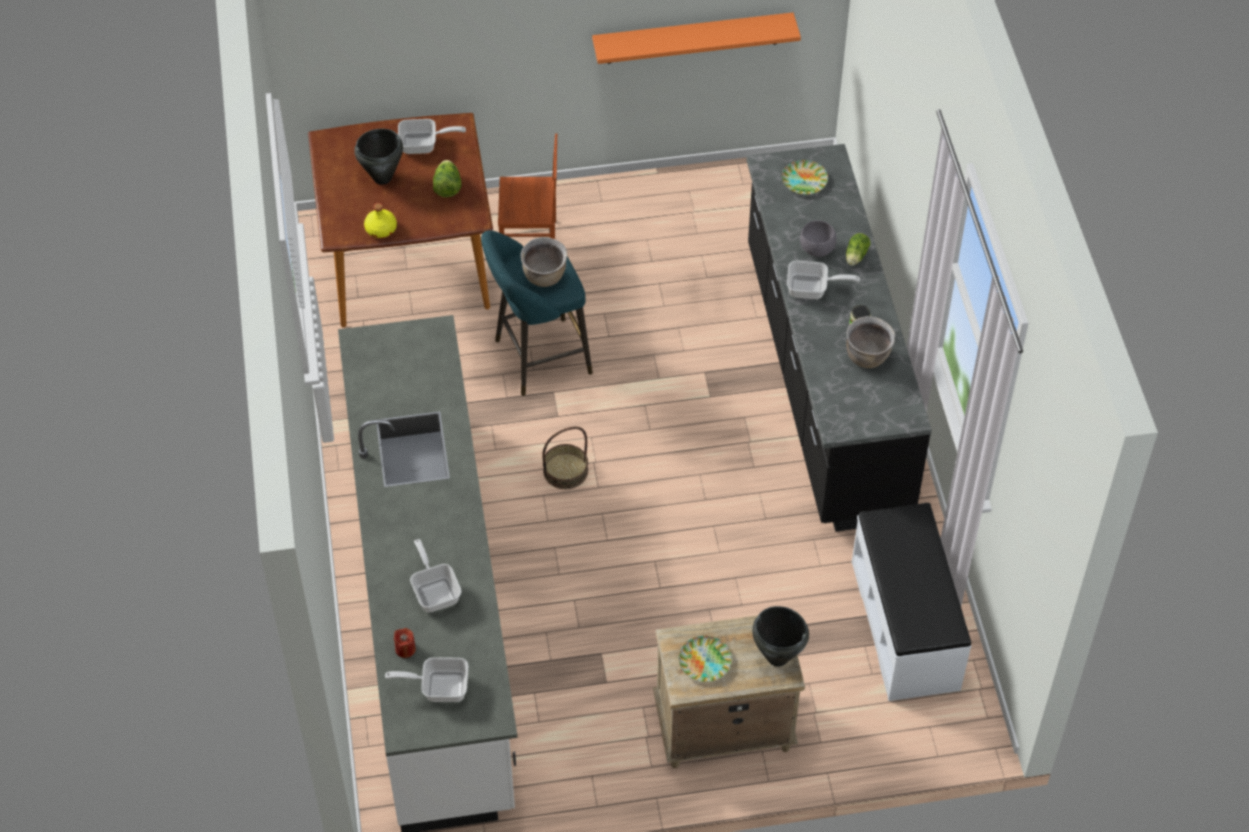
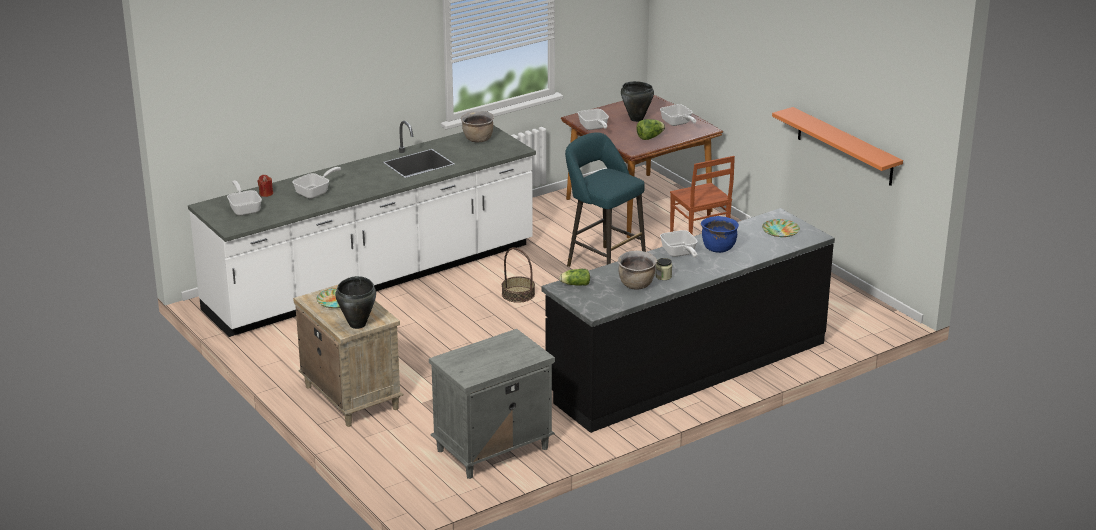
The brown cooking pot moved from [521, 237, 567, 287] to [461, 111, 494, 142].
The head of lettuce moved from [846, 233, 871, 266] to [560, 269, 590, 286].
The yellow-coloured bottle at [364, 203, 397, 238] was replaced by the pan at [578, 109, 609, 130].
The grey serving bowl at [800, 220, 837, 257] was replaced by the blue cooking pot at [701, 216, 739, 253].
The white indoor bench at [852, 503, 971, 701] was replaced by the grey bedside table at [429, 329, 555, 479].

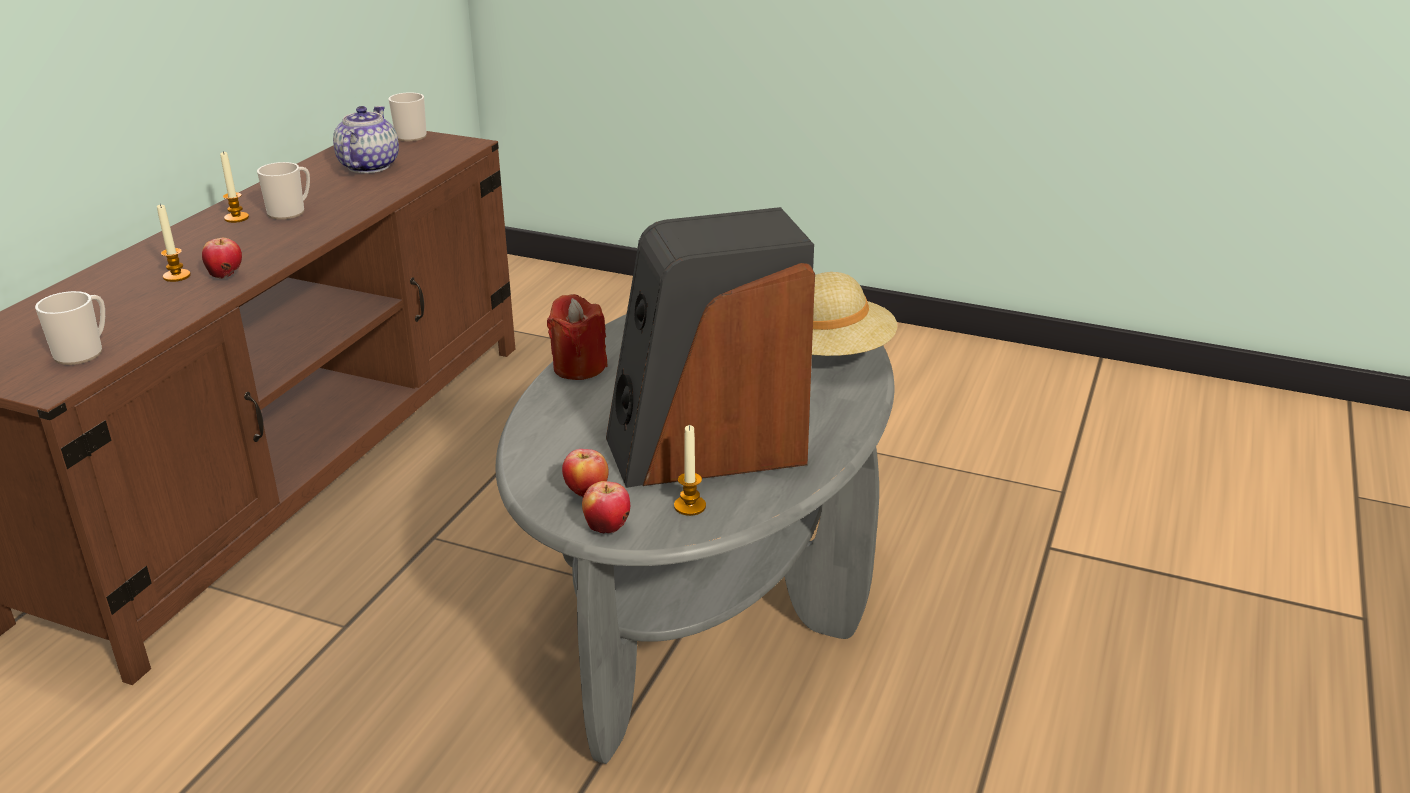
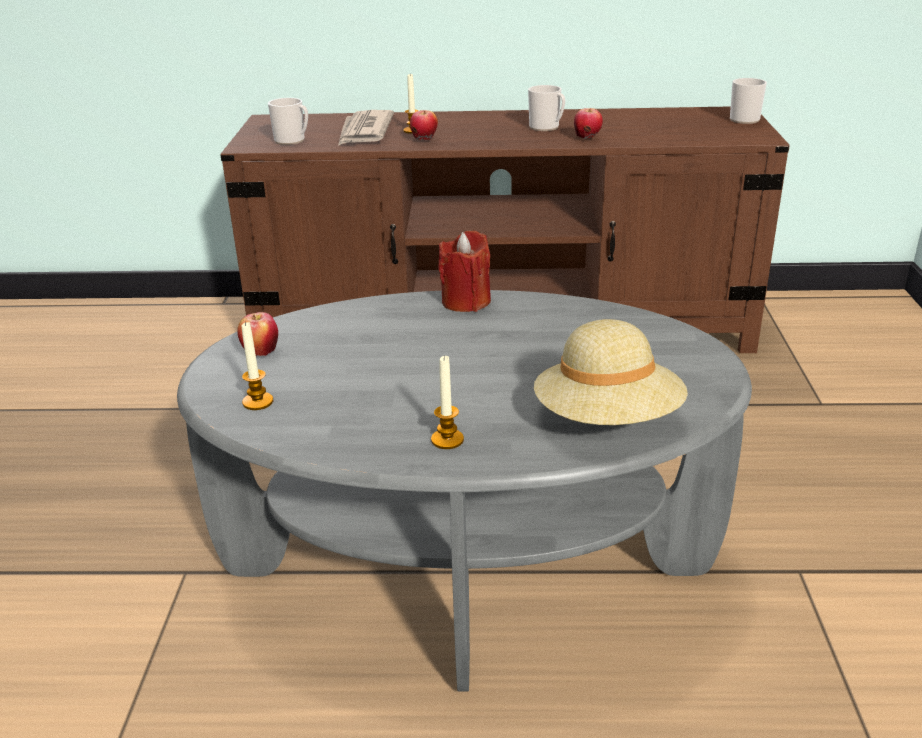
The tea pot at [333, 106, 399, 173] disappeared.
The audio speaker at [606, 207, 815, 488] disappeared.
The daily paper at [338, 110, 394, 146] appeared.
The wax candle moved from [220, 151, 249, 223] to [431, 355, 464, 449].
The whole apple moved from [582, 481, 630, 533] to [574, 108, 603, 139].

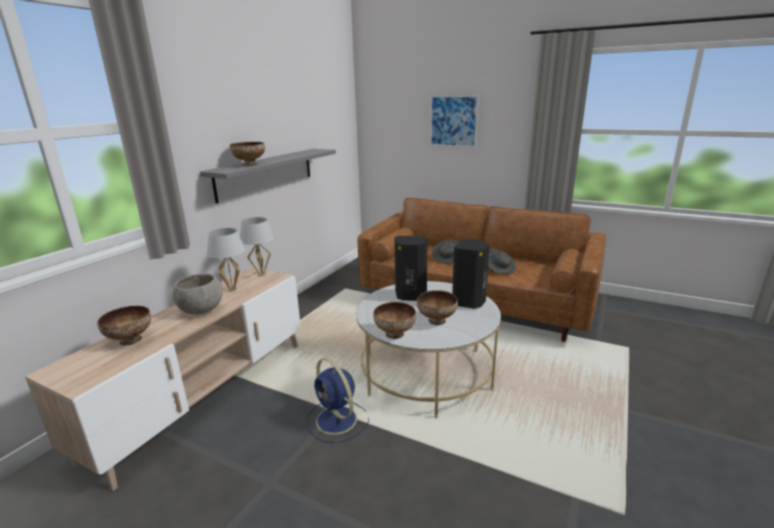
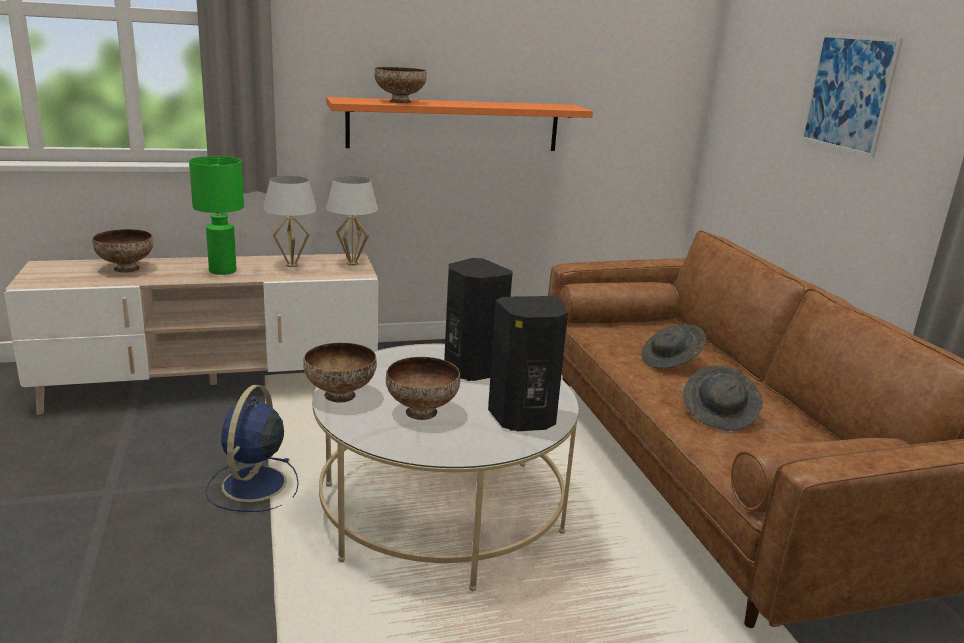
The grey serving bowl at [173, 274, 223, 315] was replaced by the green tabletop lamp at [189, 156, 244, 275].
The grey bracket shelf at [200, 149, 336, 203] became the orangey bracket shelf at [326, 97, 593, 151].

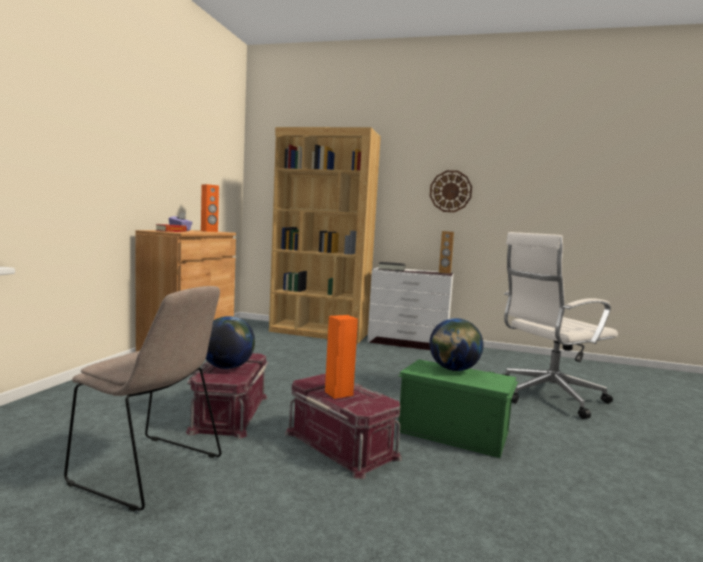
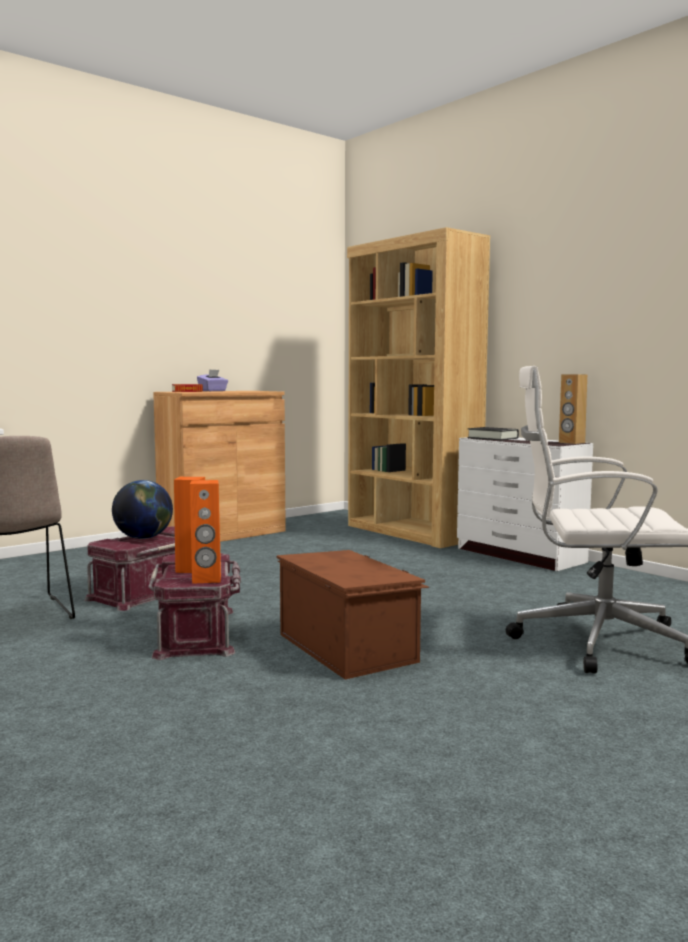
The world globe at [429, 318, 483, 371] disappeared.
The hanging clock at [430, 170, 472, 212] disappeared.
The orangey audio speaker moved from [201, 184, 219, 232] to [190, 480, 221, 584].
The green storage bin at [399, 359, 518, 458] became the brown storage bin at [277, 550, 429, 680].

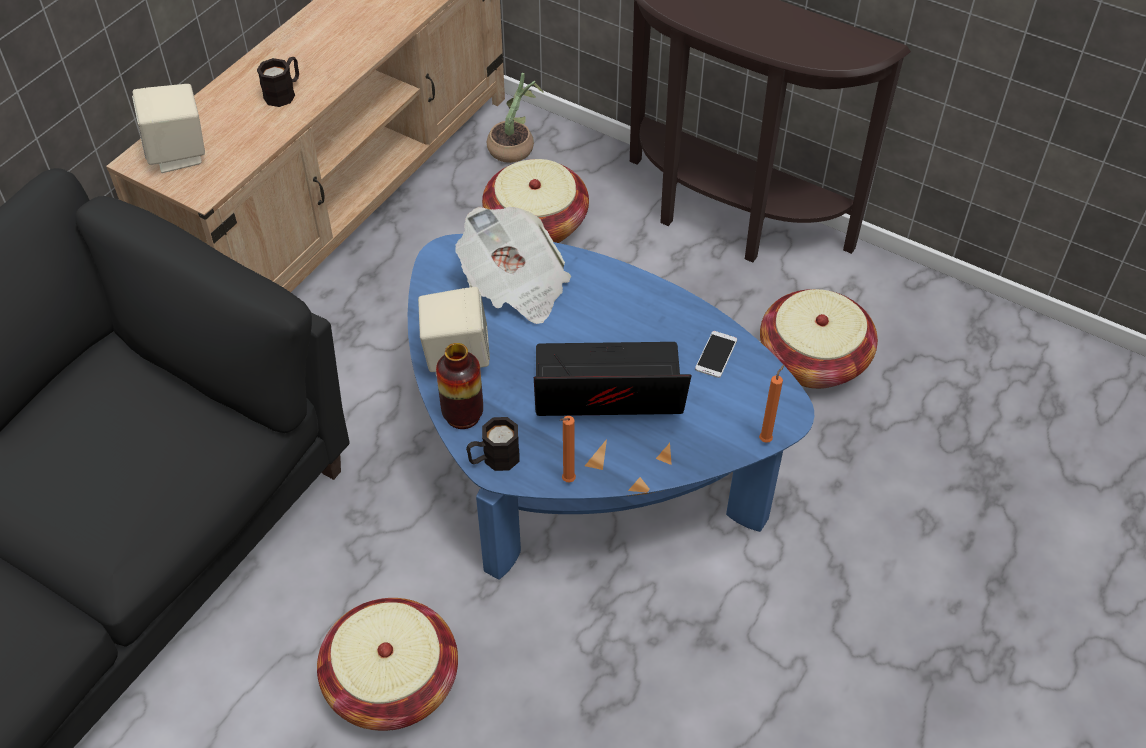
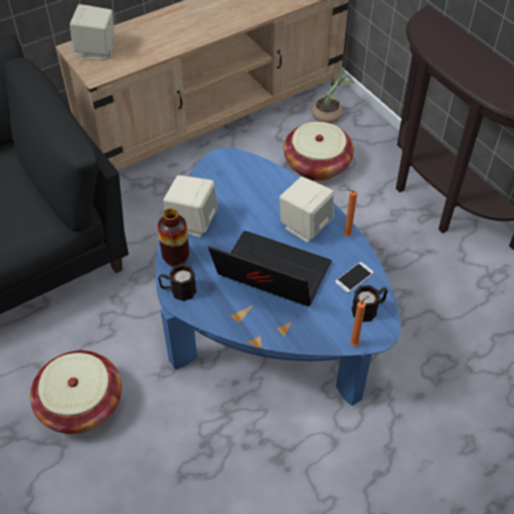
The daily paper at [455, 207, 571, 324] disappeared.
The basket at [760, 289, 878, 389] disappeared.
The sand-coloured audio speaker at [279, 177, 334, 242] appeared.
The black mug moved from [257, 57, 299, 107] to [352, 285, 388, 322].
The orangey wax candle moved from [560, 416, 576, 482] to [344, 189, 357, 236].

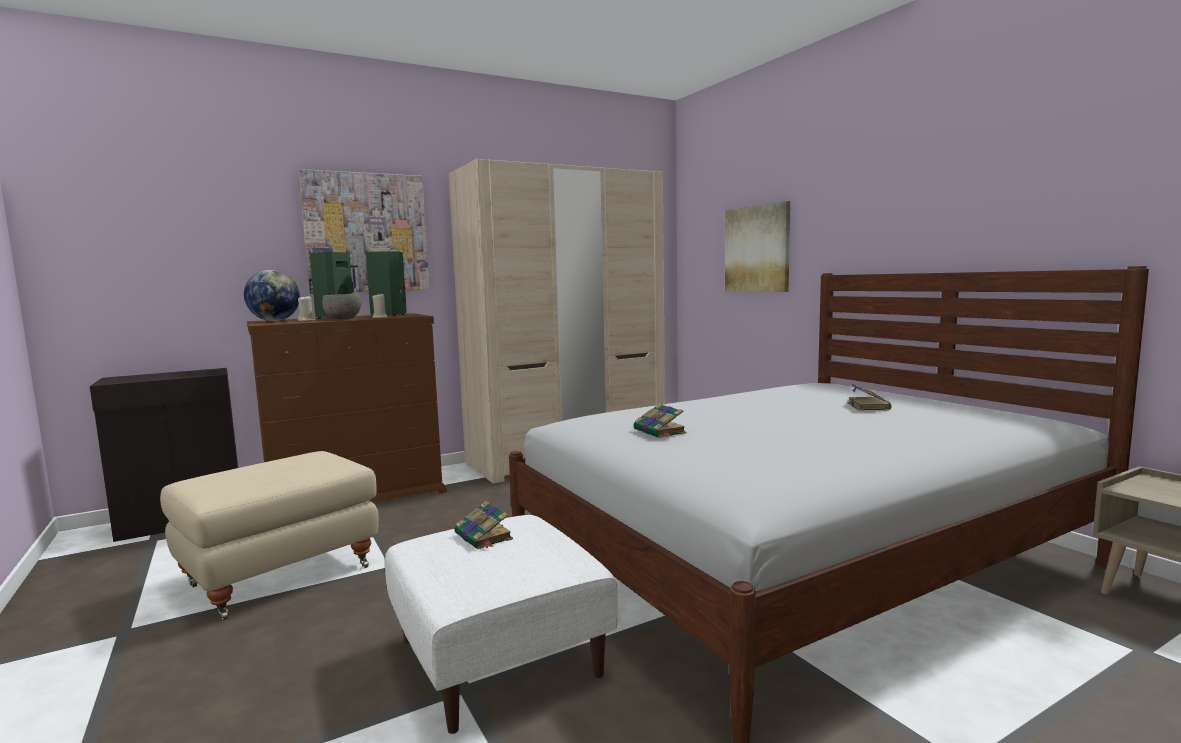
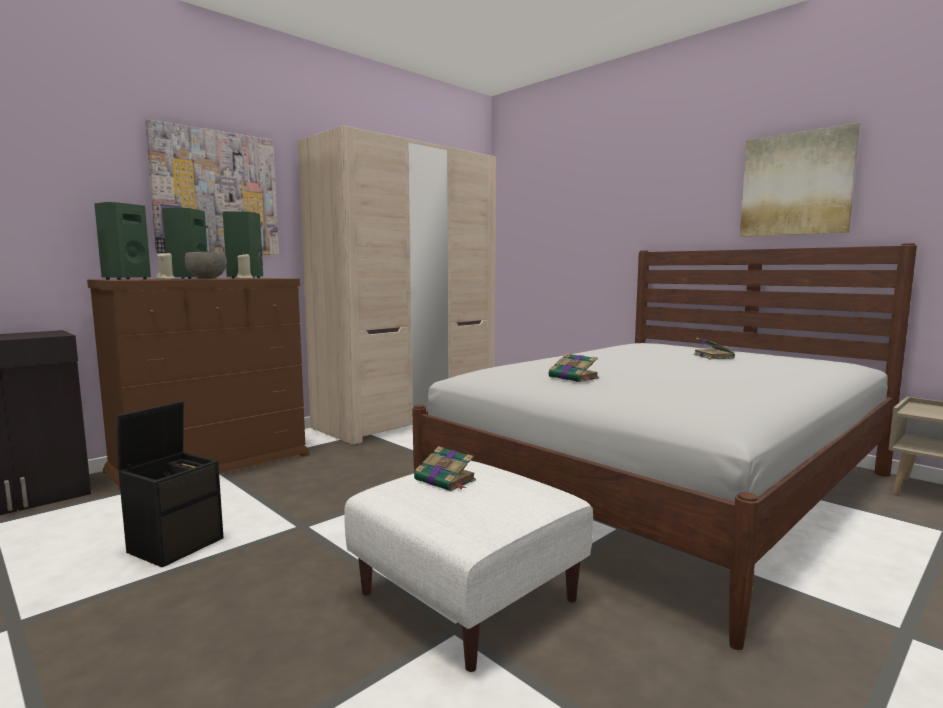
The wall art moved from [725, 201, 790, 292] to [740, 123, 860, 237].
The sand-coloured ottoman at [160, 451, 379, 620] was replaced by the black storage bin at [117, 401, 224, 567].
The world globe at [244, 270, 300, 321] was replaced by the green audio speaker at [94, 202, 151, 280].

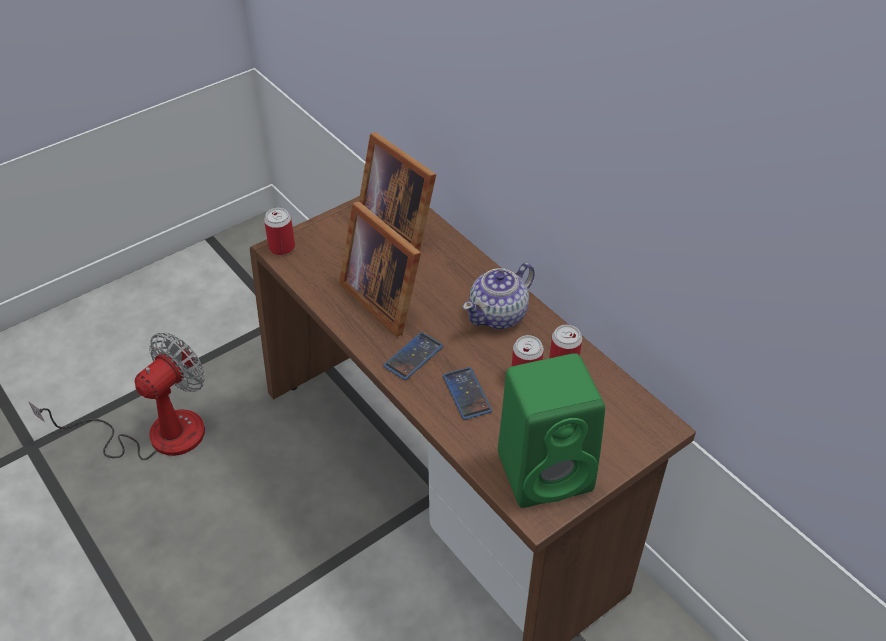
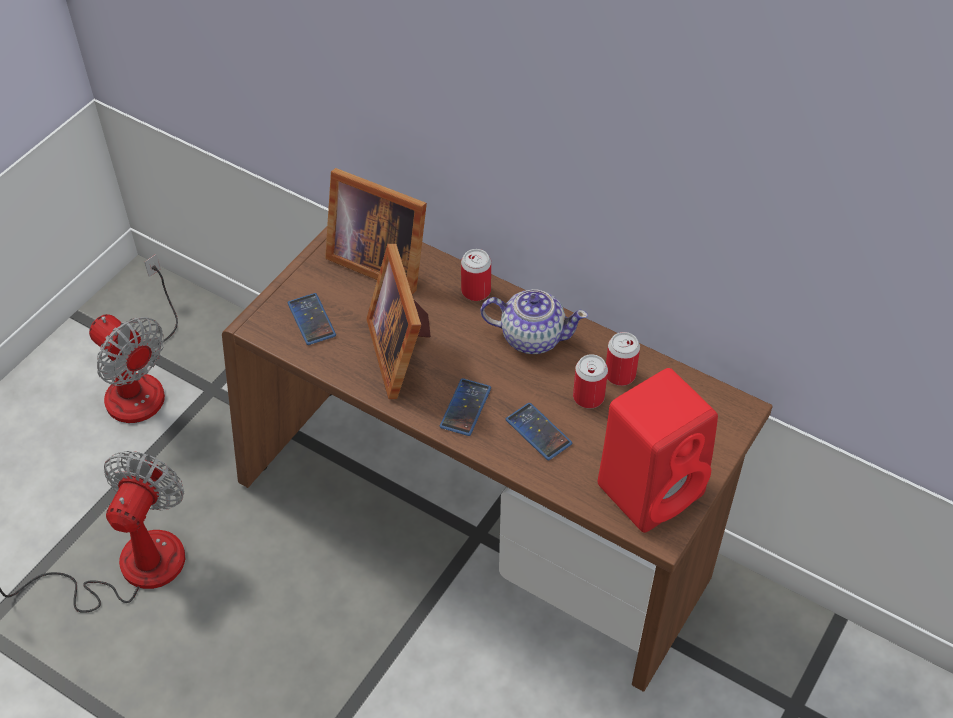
The fan at [89, 254, 178, 423] appeared.
The phone at [288, 293, 336, 345] appeared.
The sealed can moved from [264, 208, 295, 255] to [461, 249, 491, 301].
The green audio speaker at [498, 353, 605, 508] became the red audio speaker at [598, 368, 718, 533].
The standing frame at [339, 202, 421, 337] turned 45 degrees clockwise.
The tea pot at [463, 263, 535, 329] turned 105 degrees counterclockwise.

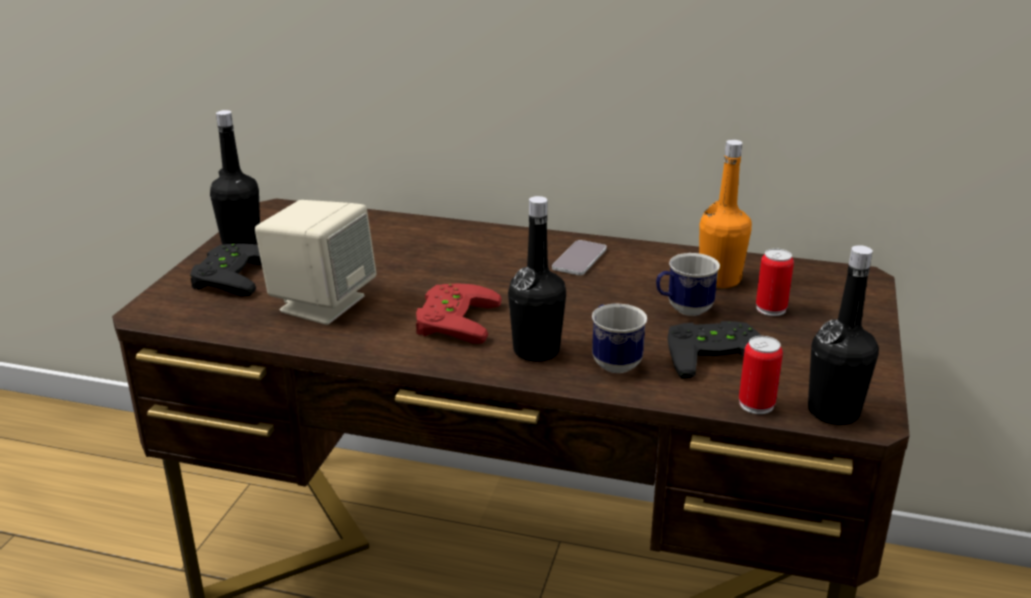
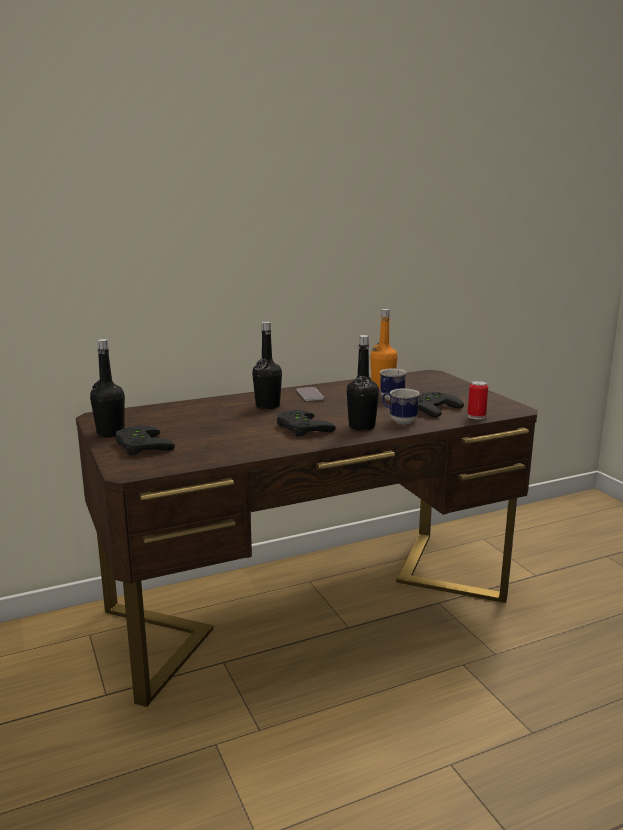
The sand-coloured audio speaker at [255, 200, 376, 325] disappeared.
The sealed can at [756, 248, 794, 316] disappeared.
The black bottle moved from [808, 245, 879, 425] to [252, 321, 282, 409].
The red gamepad at [416, 283, 502, 343] became the black gamepad at [277, 410, 336, 437].

